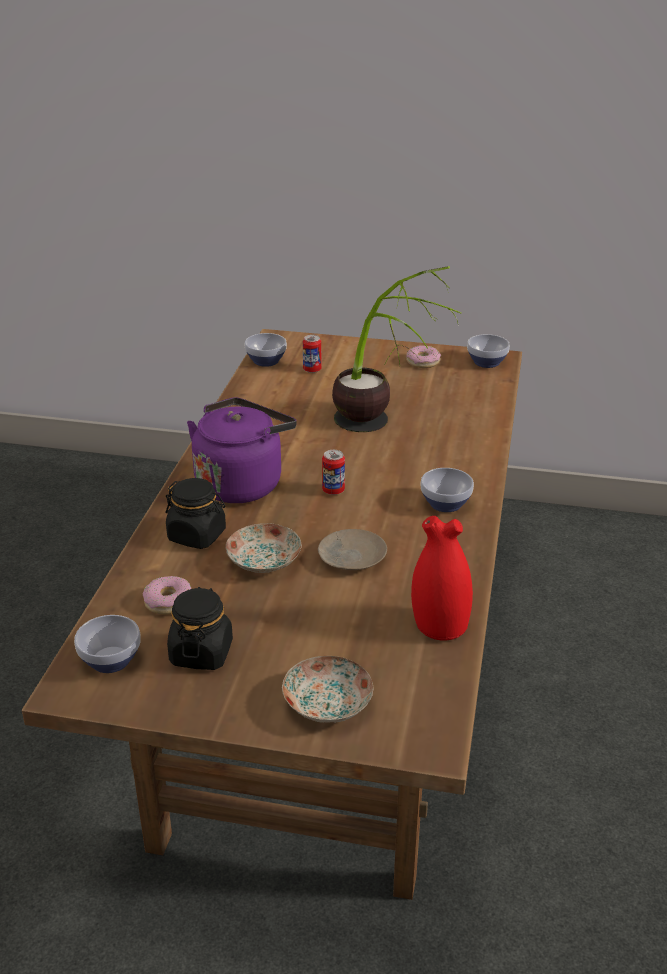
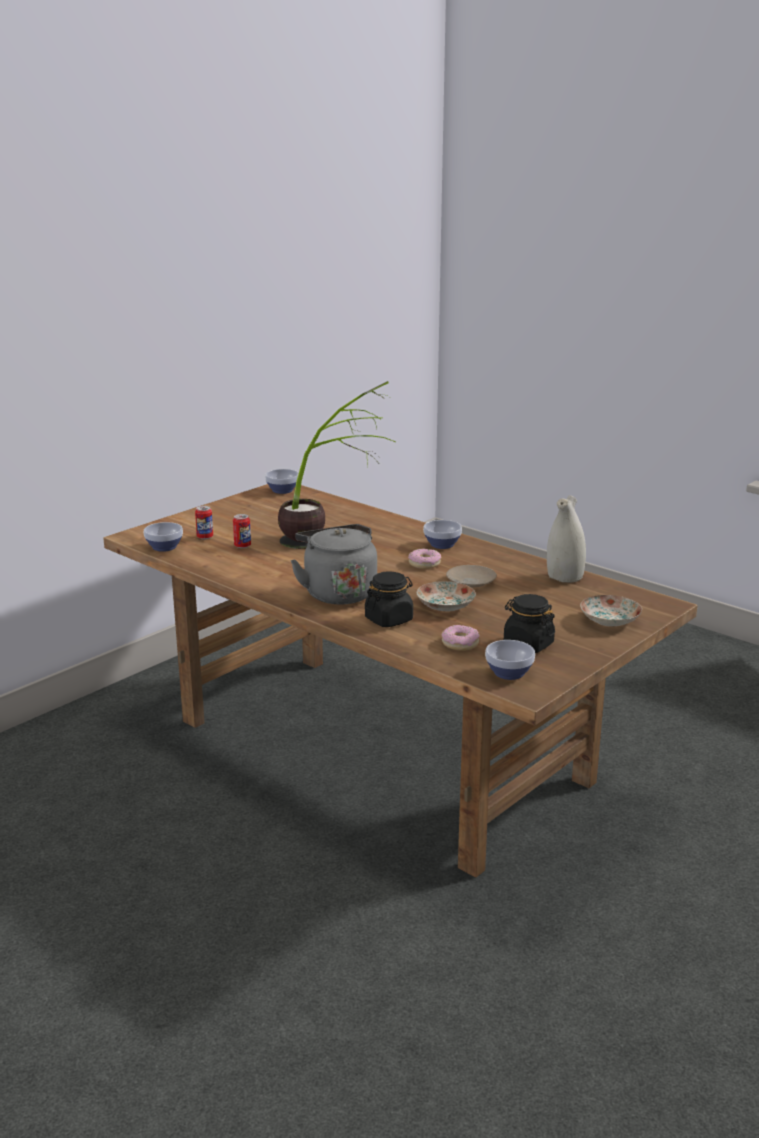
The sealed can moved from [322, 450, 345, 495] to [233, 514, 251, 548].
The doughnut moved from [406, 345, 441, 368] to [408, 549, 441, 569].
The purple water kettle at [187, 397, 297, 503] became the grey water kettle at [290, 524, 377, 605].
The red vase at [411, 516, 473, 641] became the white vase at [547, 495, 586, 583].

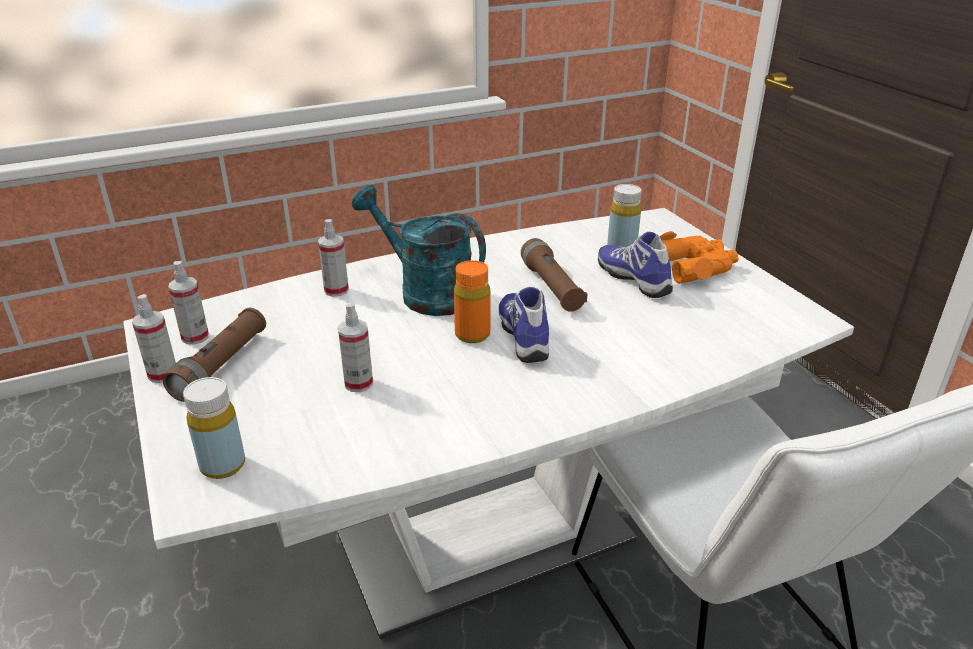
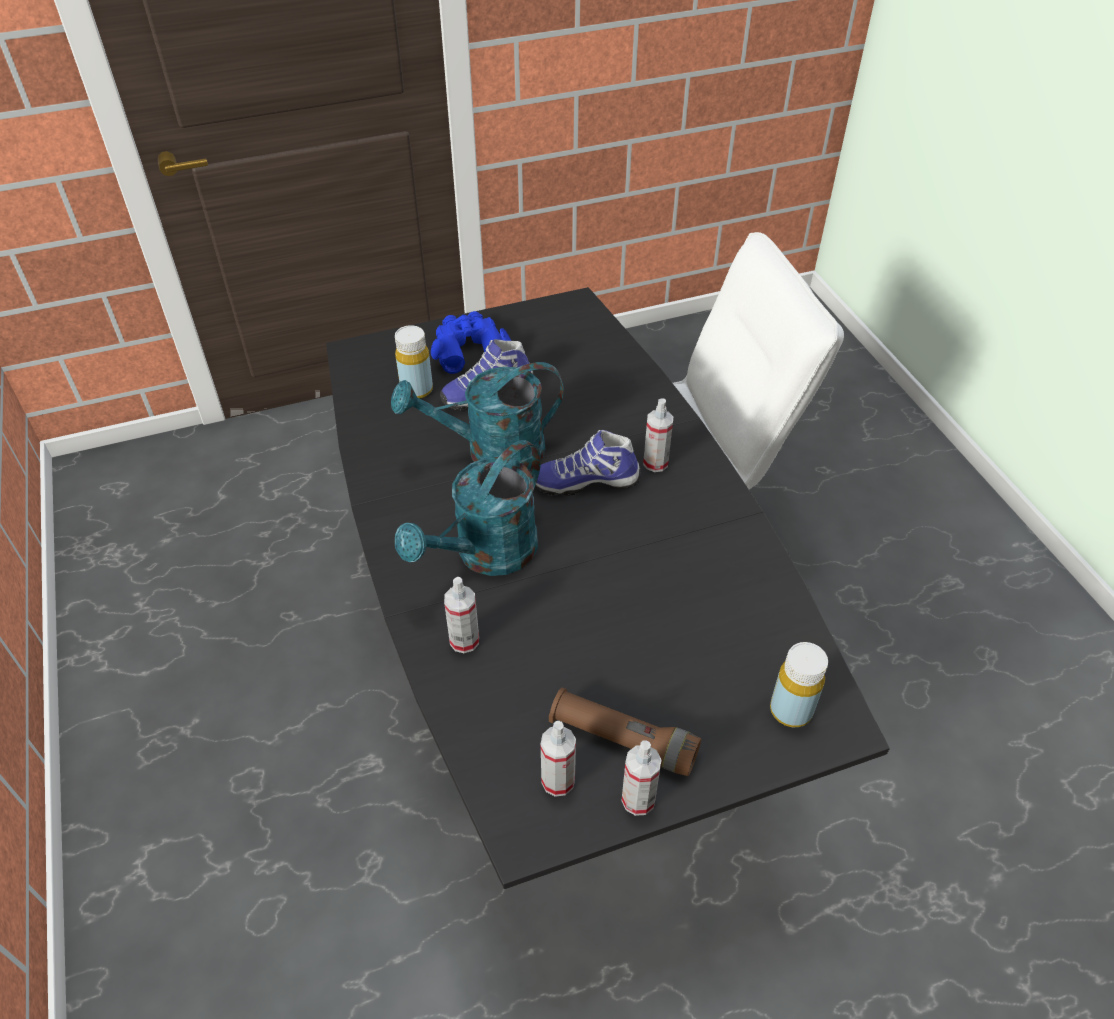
The orangey bottle at [454, 260, 491, 343] disappeared.
The sprayer moved from [338, 302, 373, 392] to [643, 398, 673, 472].
The brown torch at [521, 238, 588, 312] was replaced by the blue-green watering can at [391, 362, 564, 470].
The white dinner table at [123, 208, 854, 639] became the black dinner table at [326, 287, 890, 889].
The orangey field glasses at [660, 231, 739, 284] became the blue field glasses at [431, 311, 511, 374].

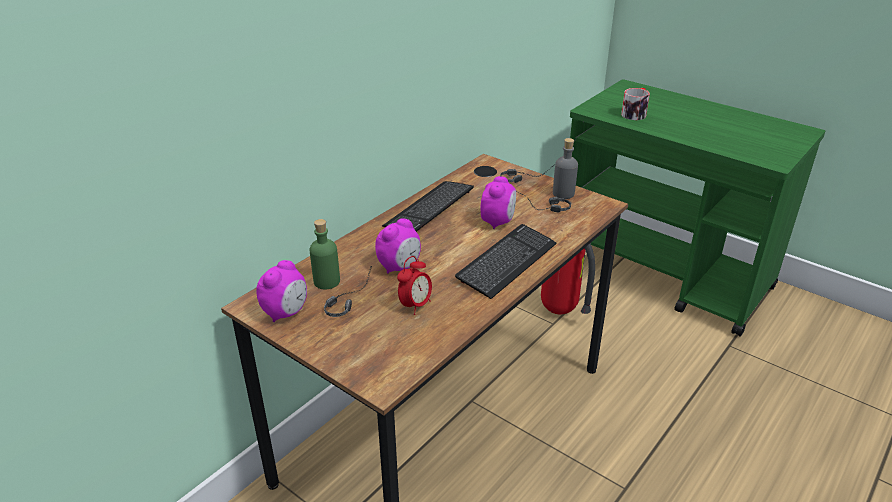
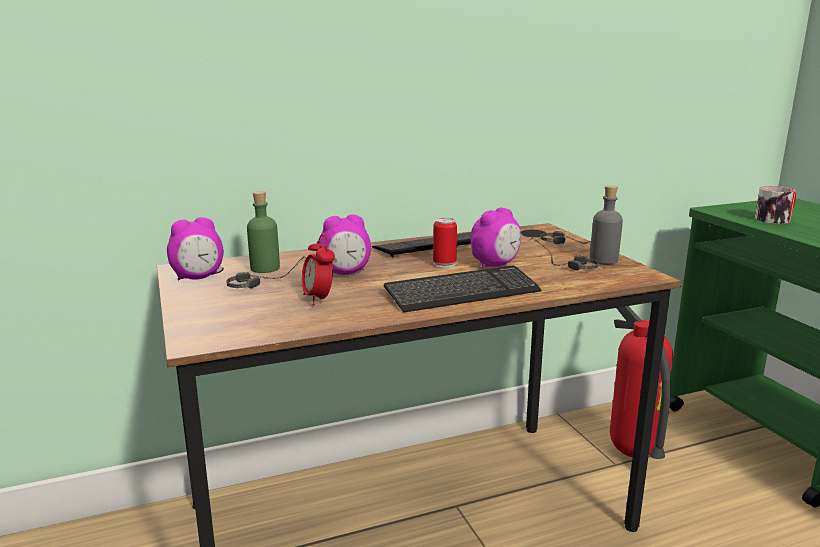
The sealed can at [433, 218, 457, 268] appeared.
The bedside clock at [397, 256, 432, 315] turned 90 degrees clockwise.

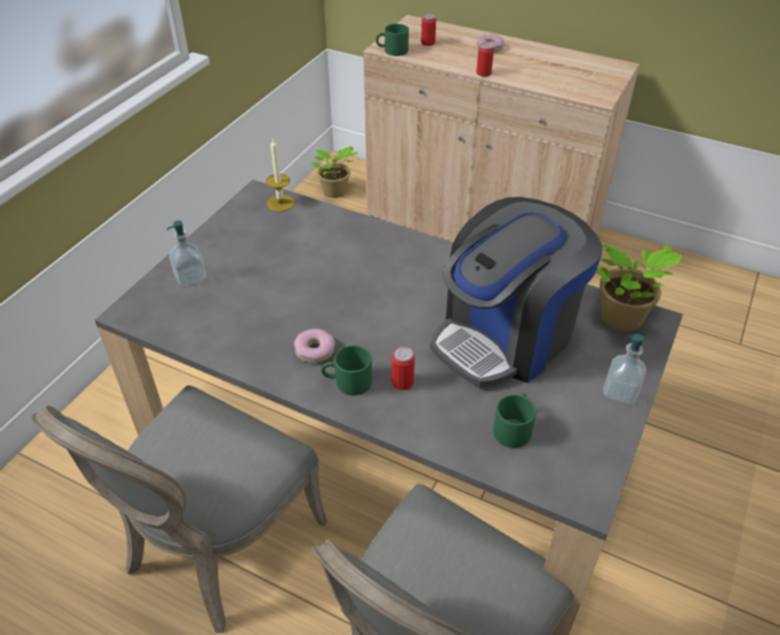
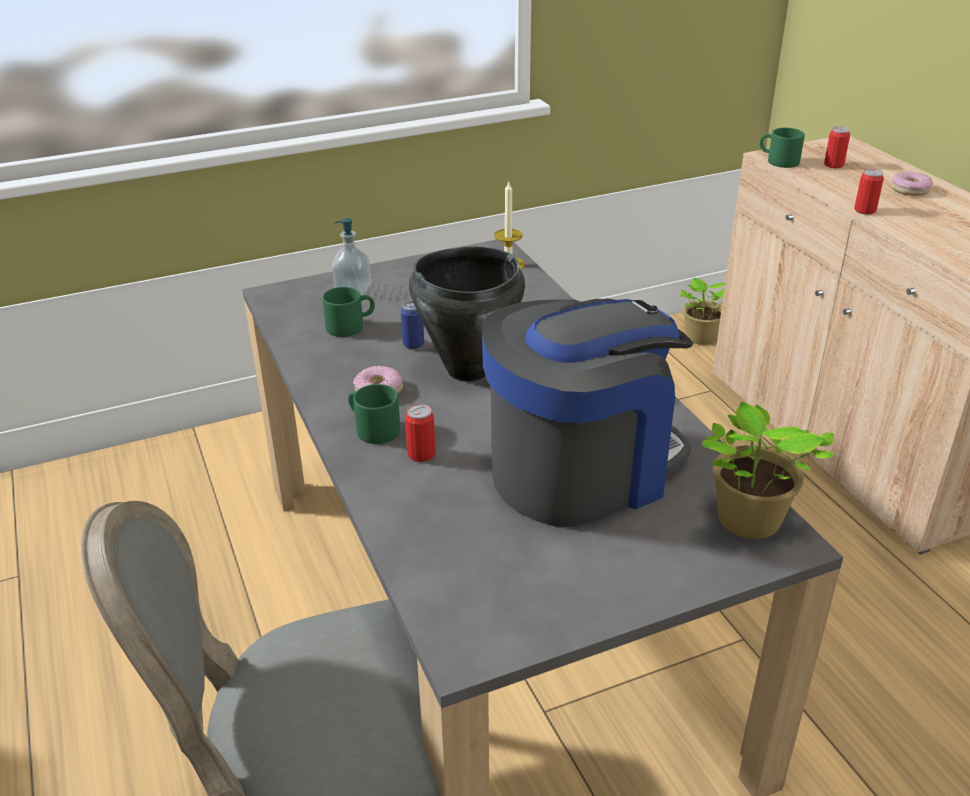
The grey chair at [31, 385, 327, 633] disappeared.
The liquid soap bottle at [603, 334, 646, 404] disappeared.
The sealed can at [401, 301, 424, 349] appeared.
The black cooking pot at [409, 247, 525, 381] appeared.
The green mug moved from [493, 393, 536, 448] to [322, 287, 375, 337].
The coffee maker at [430, 197, 602, 387] turned 150 degrees clockwise.

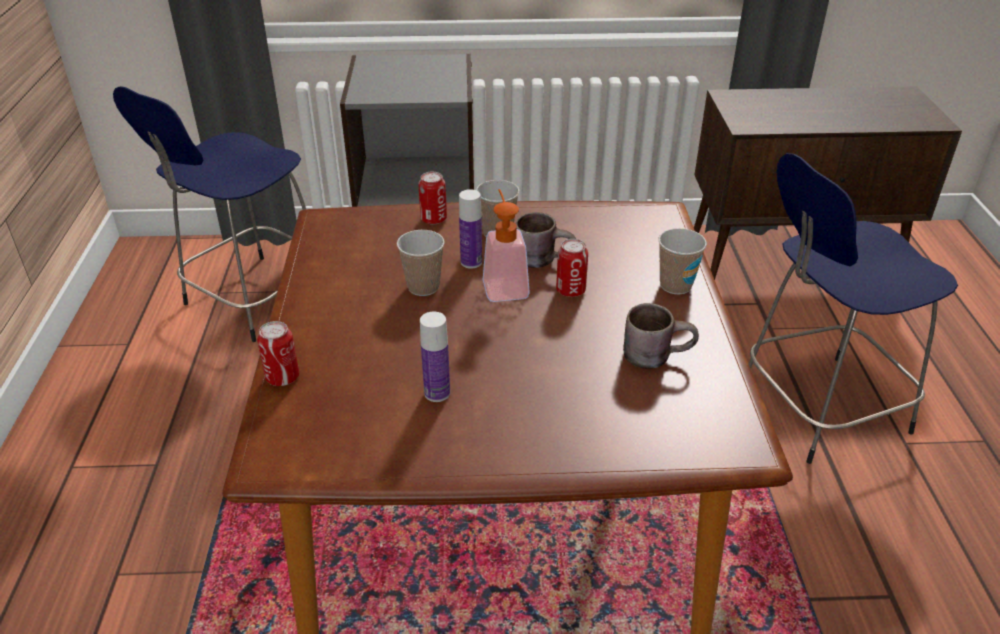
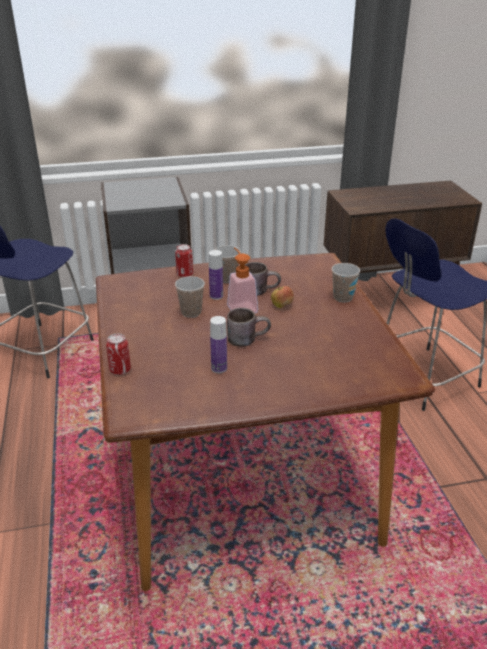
The brown mug moved from [623, 303, 699, 369] to [227, 308, 271, 347].
The sealed can at [556, 239, 588, 297] was replaced by the whole apple at [271, 286, 294, 308].

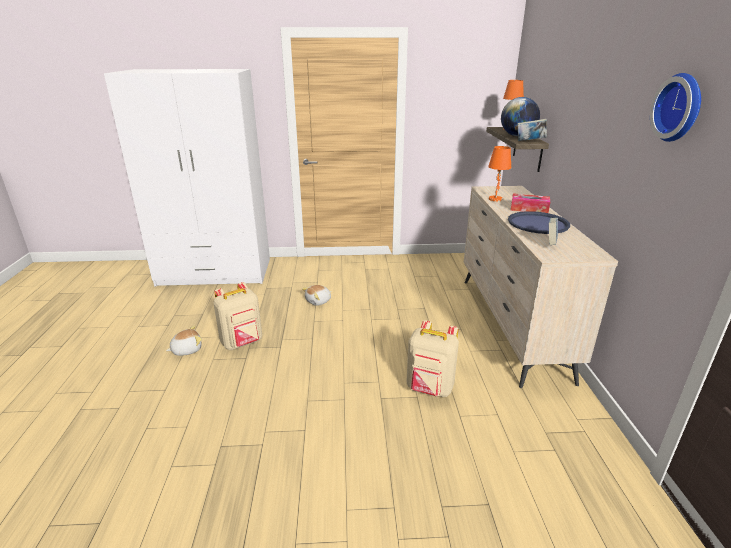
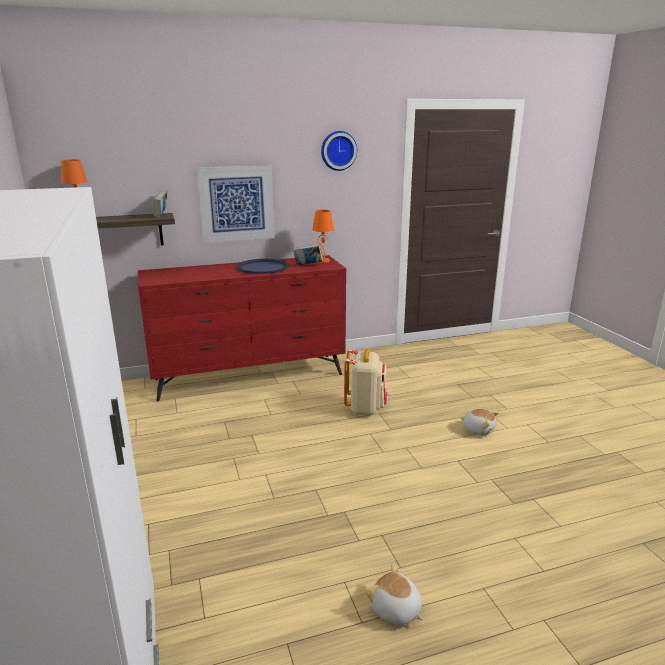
The sand-coloured knapsack at [213, 282, 262, 350] disappeared.
The world globe at [501, 97, 540, 136] disappeared.
The box of tissues at [511, 193, 550, 213] disappeared.
The wall art at [197, 165, 274, 243] appeared.
The plush toy moved from [302, 285, 331, 306] to [460, 409, 500, 436].
The orangey tabletop lamp moved from [488, 146, 511, 202] to [312, 210, 334, 263].
The sand-coloured chest of drawers at [464, 186, 618, 388] became the red chest of drawers at [138, 255, 346, 402].

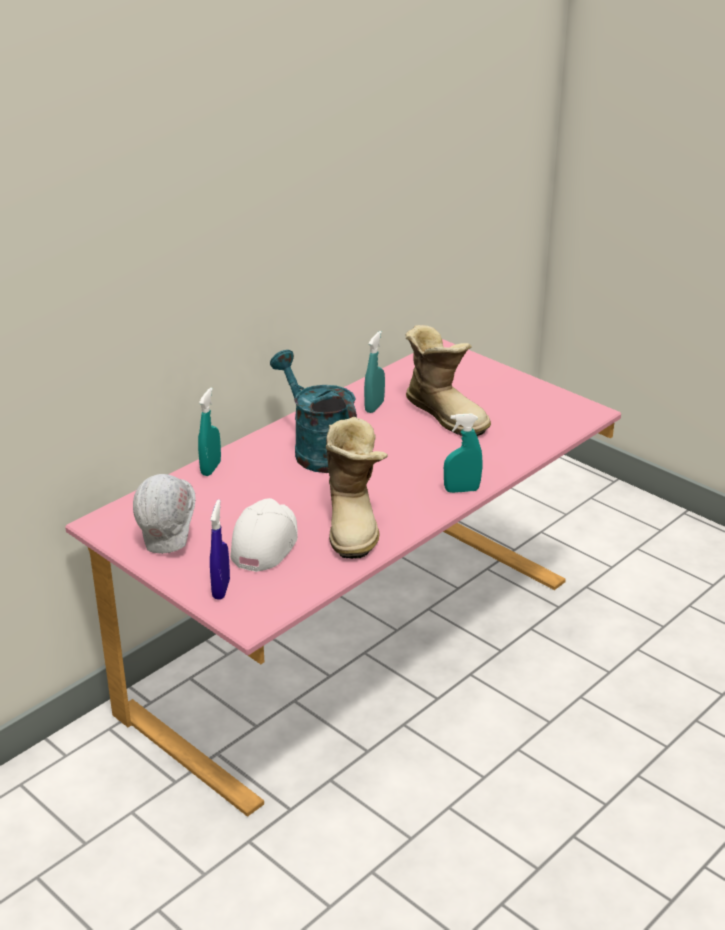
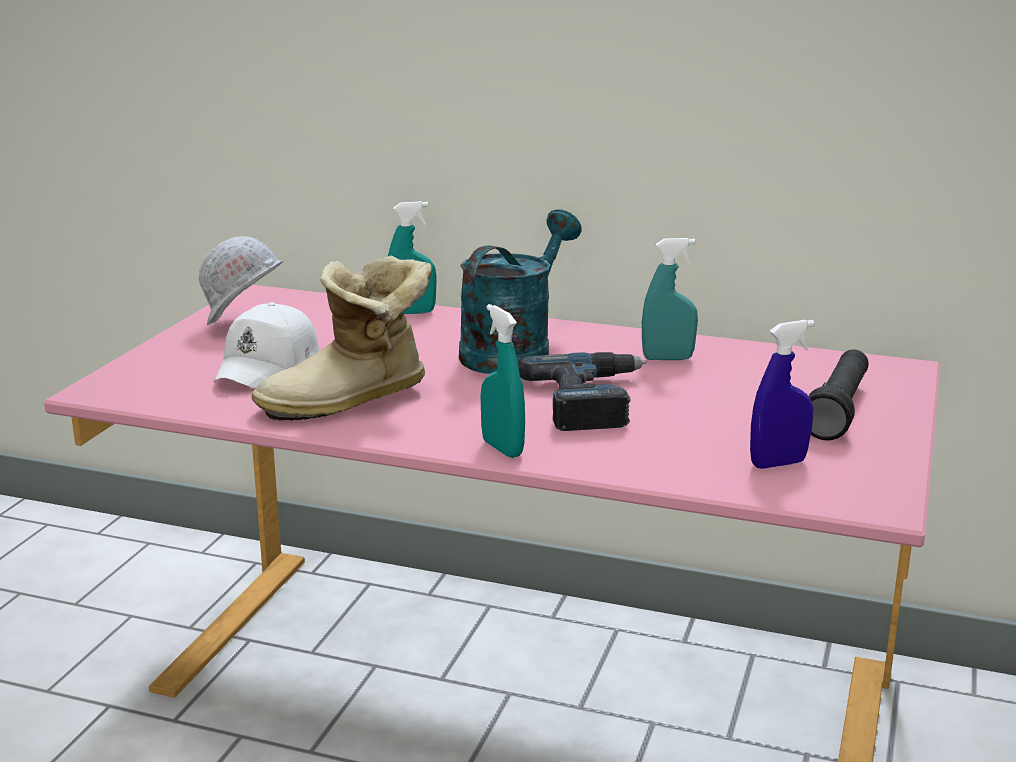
The boot at [405, 325, 491, 436] disappeared.
The power drill at [518, 352, 646, 431] appeared.
The black torch at [808, 350, 869, 440] appeared.
The blue sprayer moved from [210, 499, 230, 600] to [750, 320, 815, 469].
The white cap at [230, 498, 298, 572] turned 120 degrees clockwise.

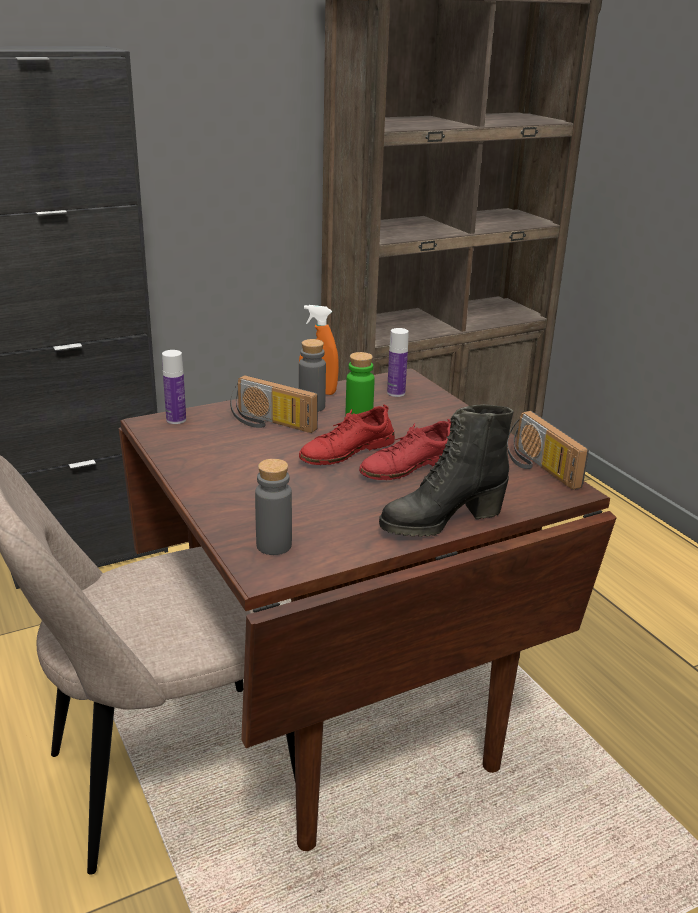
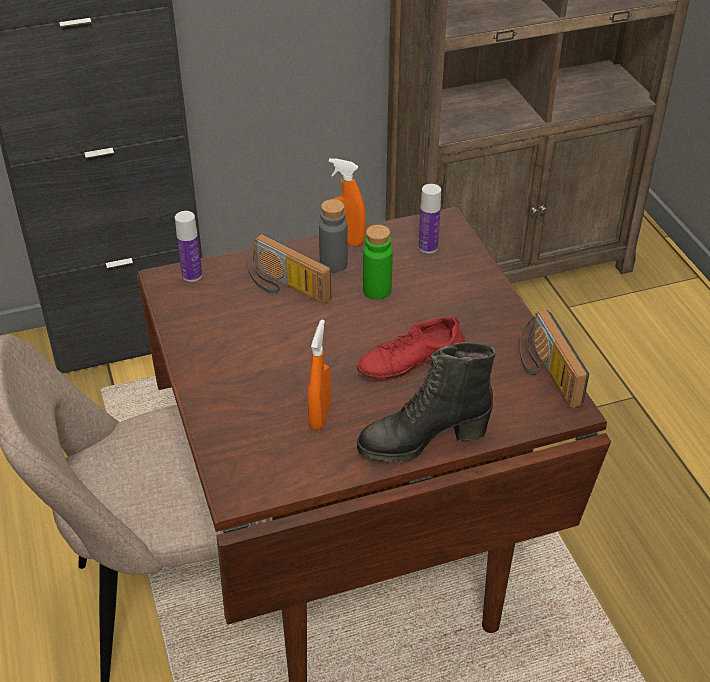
The grey bottle at [255, 459, 292, 555] disappeared.
The red shoe at [299, 404, 395, 465] disappeared.
The orangey sprayer at [308, 319, 331, 430] appeared.

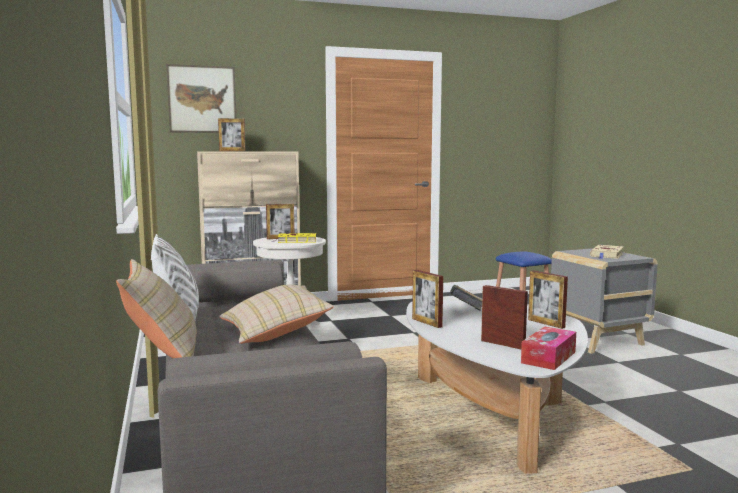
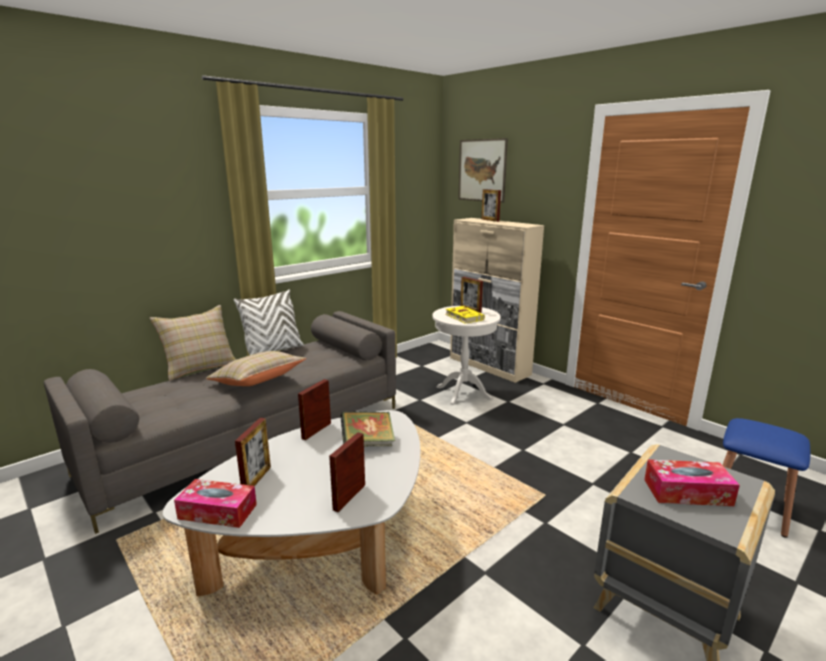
The sand-coloured volume at [590, 245, 624, 259] was replaced by the box of tissues at [644, 460, 740, 506].

